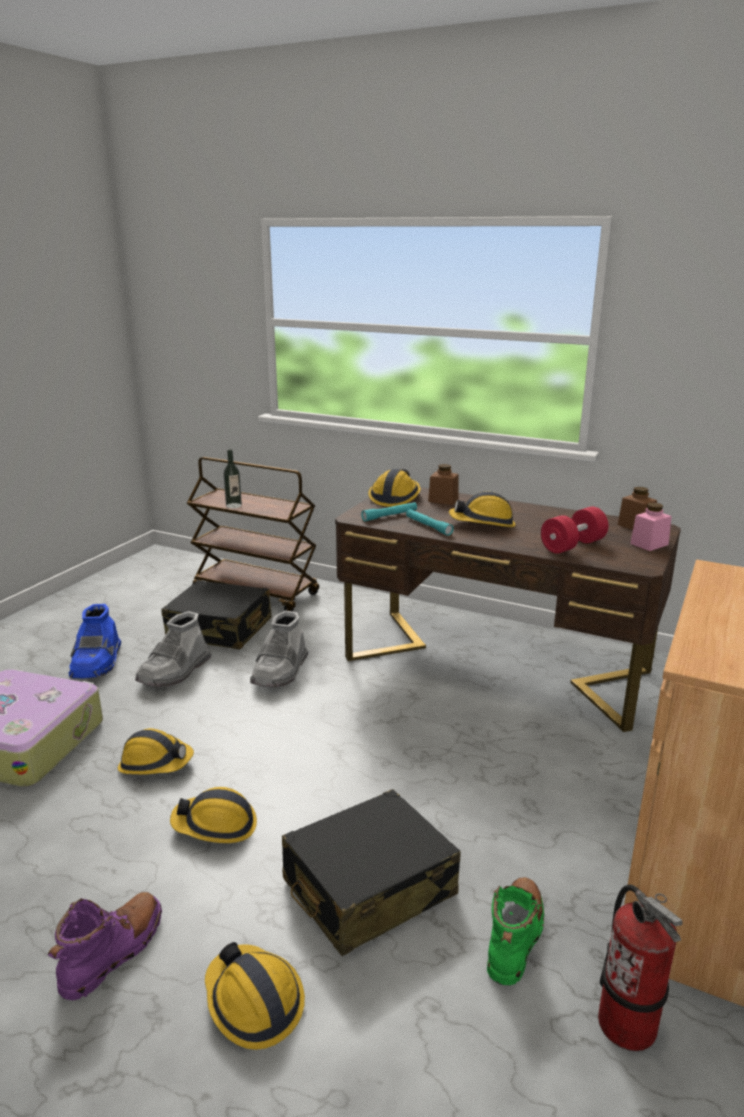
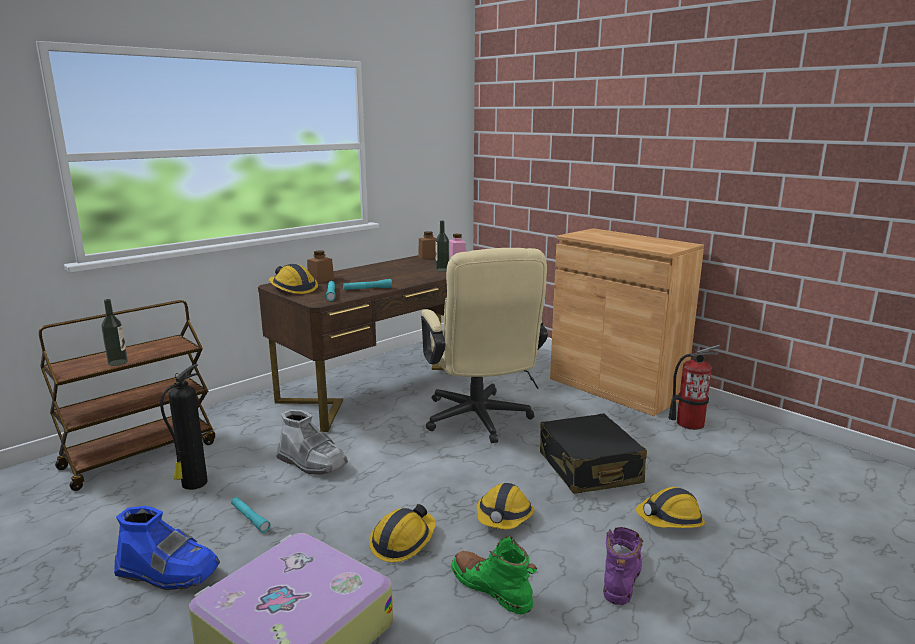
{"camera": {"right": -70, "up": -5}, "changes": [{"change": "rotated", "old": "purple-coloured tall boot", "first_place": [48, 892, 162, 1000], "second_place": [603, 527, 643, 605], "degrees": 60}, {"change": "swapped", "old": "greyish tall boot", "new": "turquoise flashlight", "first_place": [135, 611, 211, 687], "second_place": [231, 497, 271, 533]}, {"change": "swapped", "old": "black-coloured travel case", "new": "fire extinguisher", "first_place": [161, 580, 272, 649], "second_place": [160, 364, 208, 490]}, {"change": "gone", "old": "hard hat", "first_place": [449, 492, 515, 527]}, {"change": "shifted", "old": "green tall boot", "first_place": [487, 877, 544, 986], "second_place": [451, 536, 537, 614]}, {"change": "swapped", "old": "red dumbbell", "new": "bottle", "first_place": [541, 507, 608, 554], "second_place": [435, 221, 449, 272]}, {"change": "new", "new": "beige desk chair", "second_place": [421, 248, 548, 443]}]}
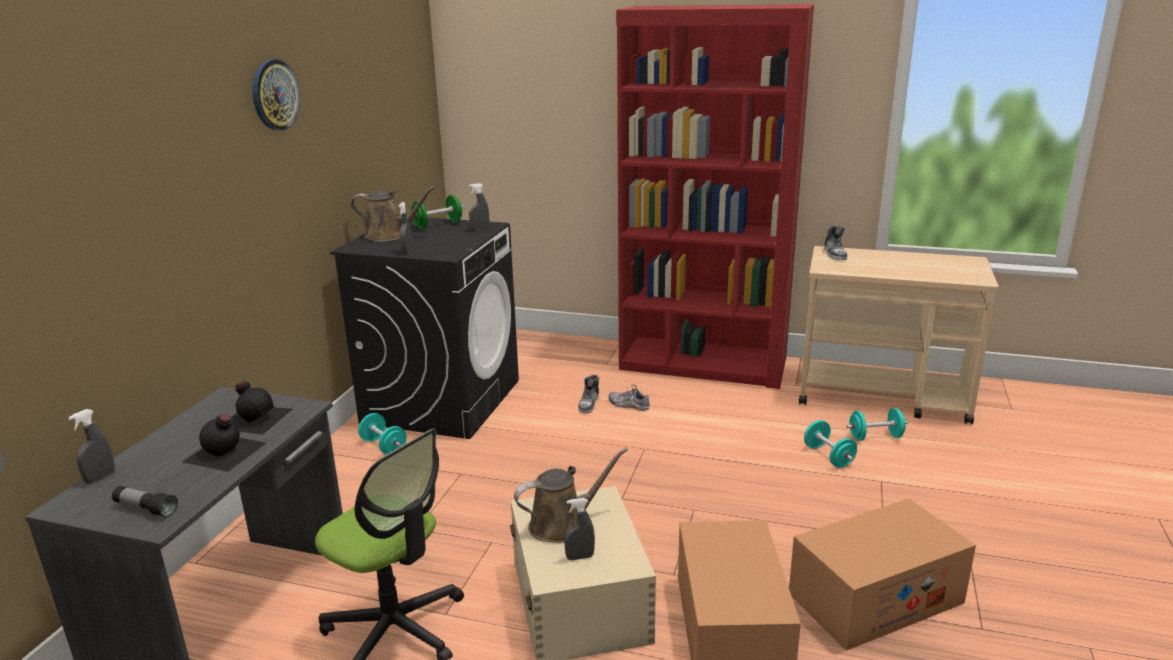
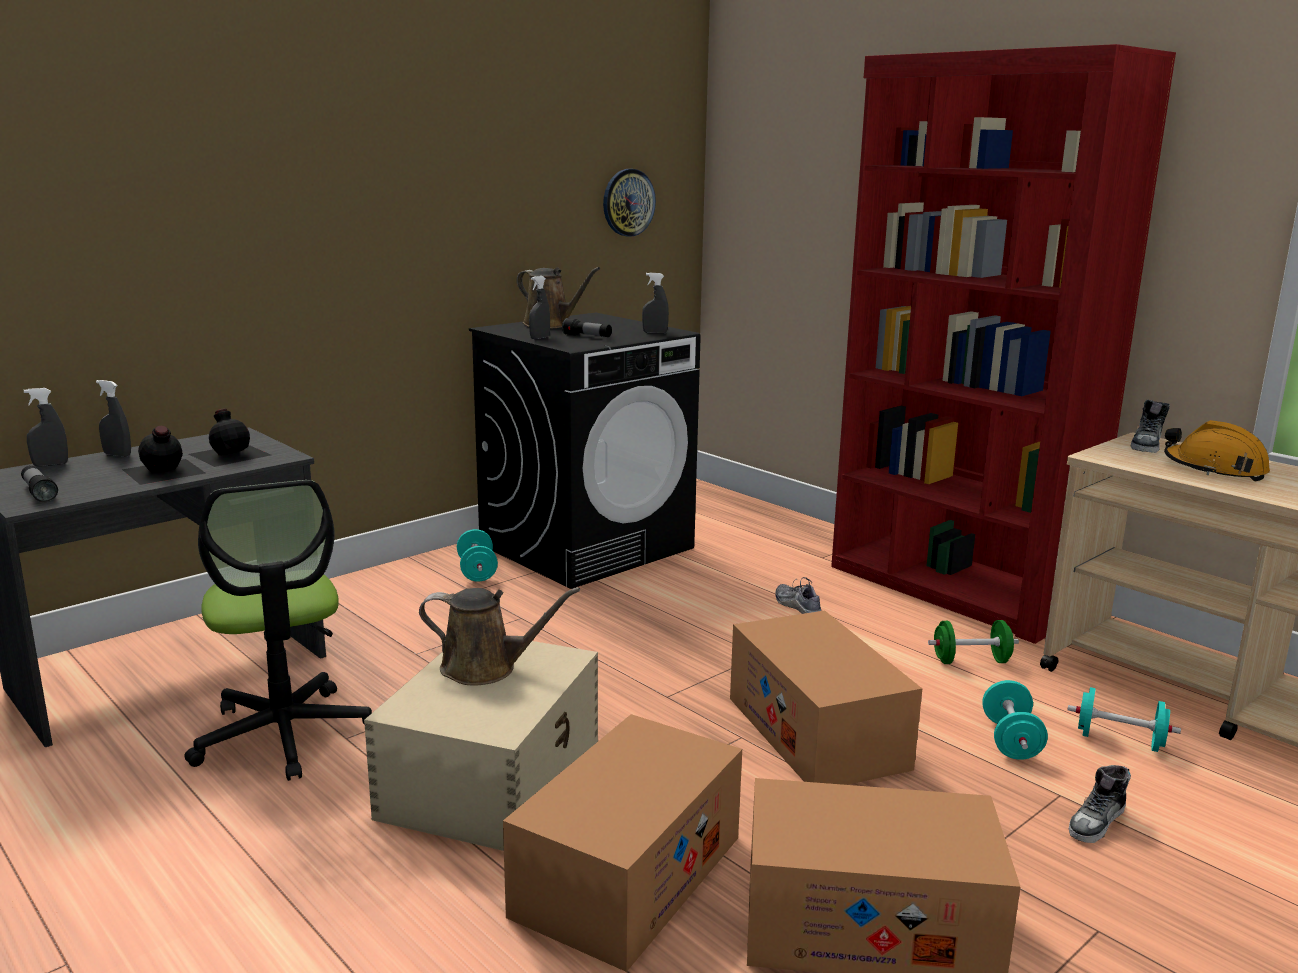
{"camera": {"right": 30, "up": -5}, "changes": [{"change": "shifted", "old": "wall clock", "first_place": [252, 59, 300, 131], "second_place": [603, 169, 656, 237]}, {"change": "shifted", "old": "green dumbbell", "first_place": [411, 195, 464, 229], "second_place": [928, 620, 1019, 664]}, {"change": "shifted", "old": "greyish hand sprayer", "first_place": [564, 498, 595, 560], "second_place": [96, 380, 131, 457]}, {"change": "shifted", "old": "shoe", "first_place": [578, 375, 599, 413], "second_place": [1069, 765, 1131, 843]}, {"change": "new", "new": "flashlight", "second_place": [562, 318, 612, 337]}, {"change": "new", "new": "packing box", "second_place": [730, 610, 922, 785]}, {"change": "new", "new": "orange hard hat", "second_place": [1164, 420, 1270, 481]}]}
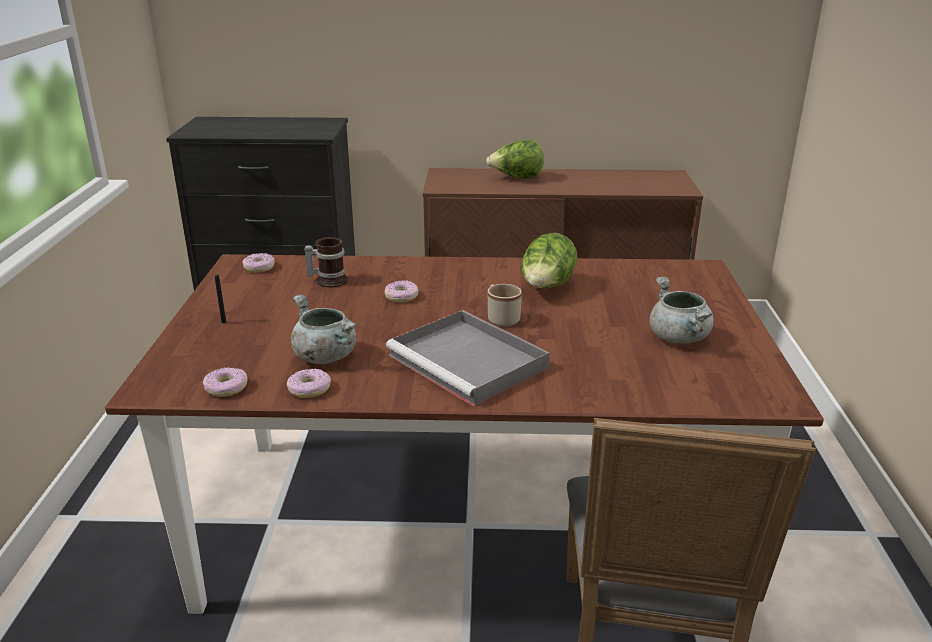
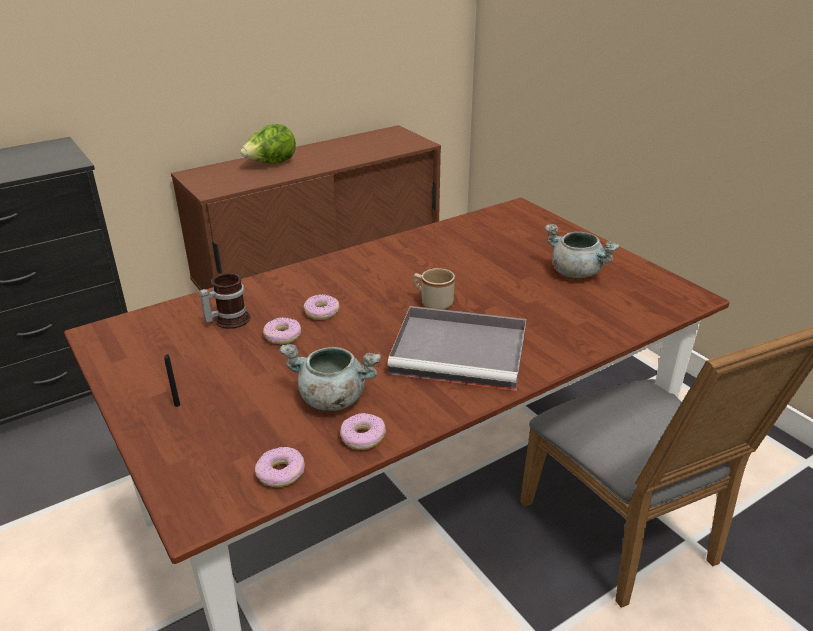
{"camera": {"right": -35, "up": 5}, "changes": [{"change": "shifted", "old": "donut", "first_place": [243, 253, 275, 273], "second_place": [263, 317, 301, 344]}, {"change": "gone", "old": "head of lettuce", "first_place": [521, 233, 578, 288]}]}
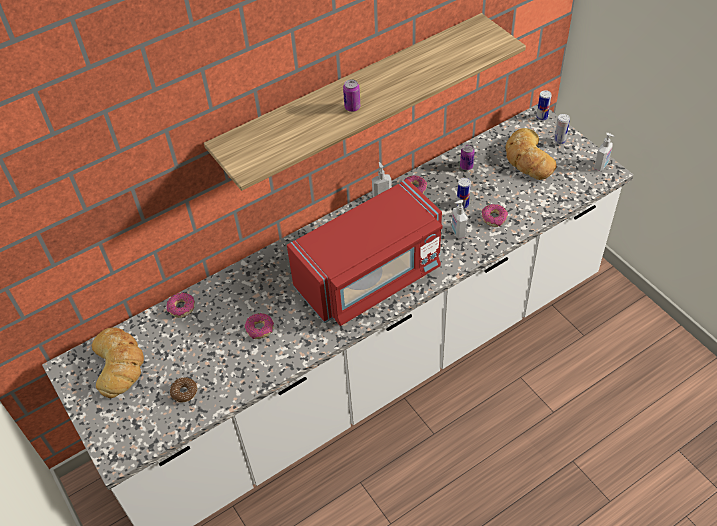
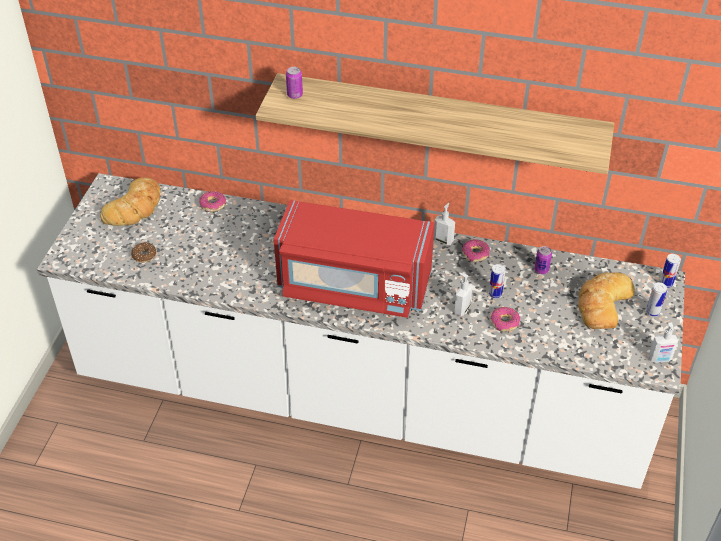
{"camera": {"right": 45, "up": -5}, "changes": [{"change": "gone", "old": "donut", "first_place": [245, 313, 274, 339]}, {"change": "shifted", "old": "metal can", "first_place": [343, 79, 360, 112], "second_place": [286, 67, 303, 99]}]}
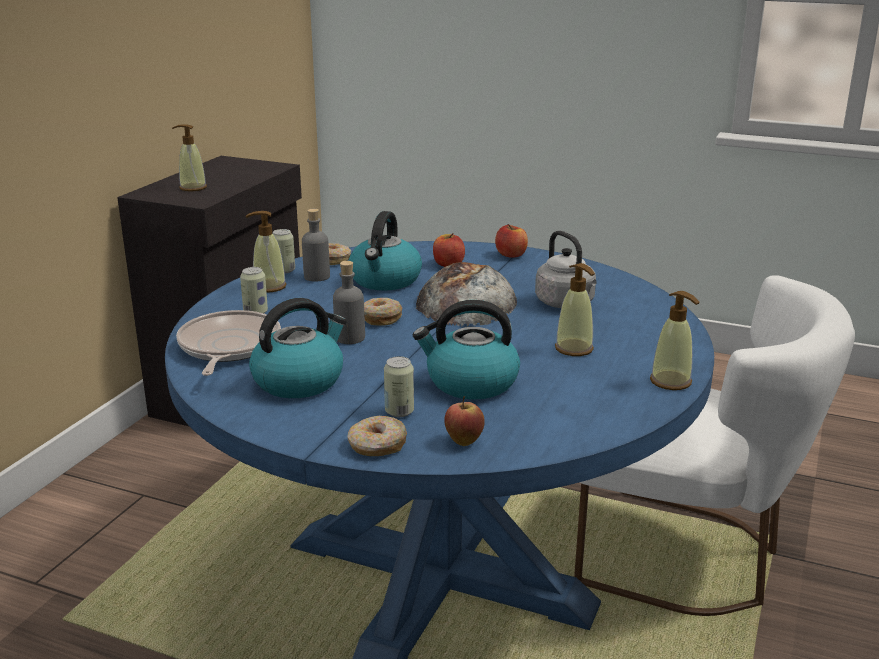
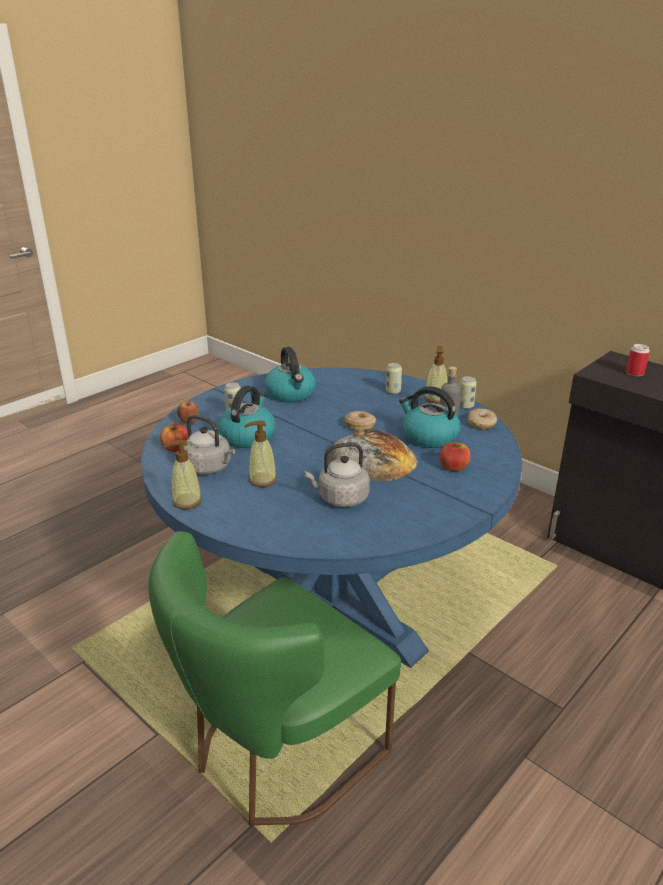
{"camera": {"right": 110, "up": 5}, "changes": [{"change": "swapped", "old": "soap dispenser", "new": "metal can", "first_place": [172, 124, 207, 192], "second_place": [626, 344, 650, 377]}, {"change": "gone", "old": "pan", "first_place": [176, 310, 281, 376]}, {"change": "gone", "old": "greyish bottle", "first_place": [333, 261, 365, 344]}, {"change": "gone", "old": "donut", "first_place": [347, 416, 407, 456]}, {"change": "shifted", "old": "apple fruit", "first_place": [495, 224, 528, 258], "second_place": [160, 422, 188, 452]}, {"change": "repainted", "old": "white-coloured plain chair", "new": "green plain chair", "first_place": [574, 275, 855, 616], "second_place": [148, 531, 401, 826]}, {"change": "new", "new": "greyish water kettle", "second_place": [184, 415, 235, 474]}]}
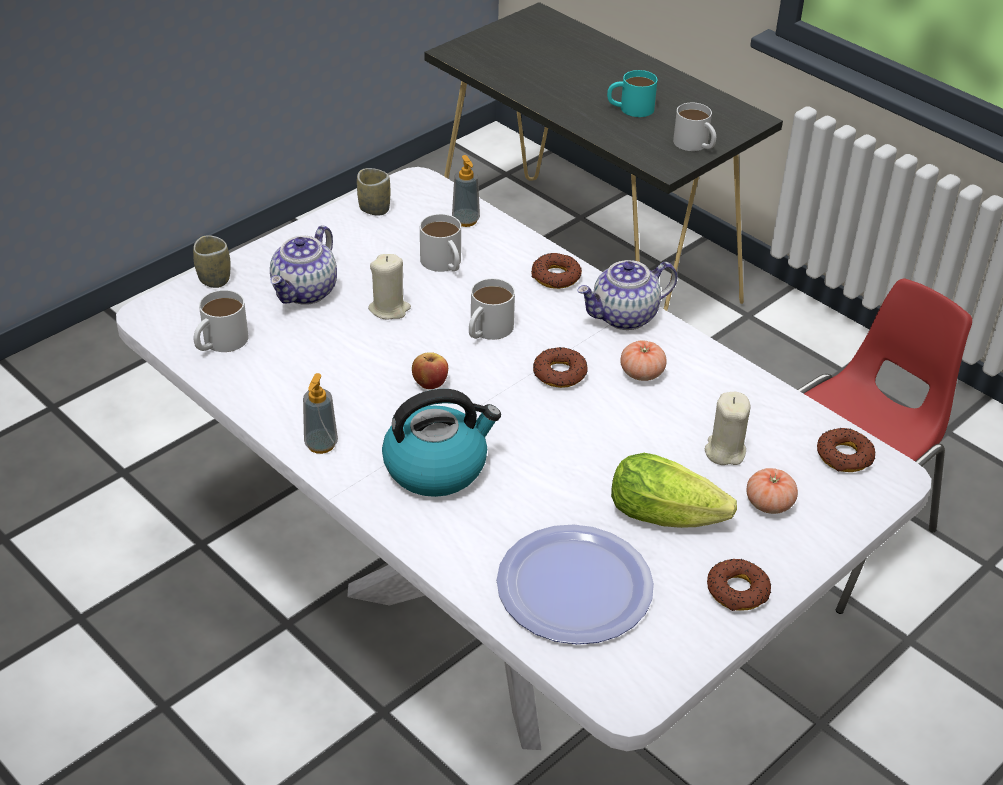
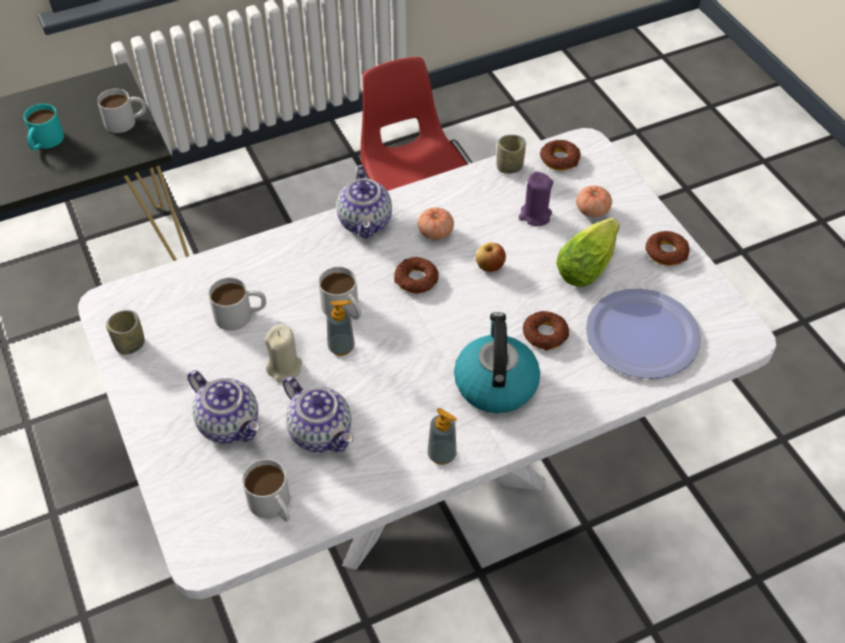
{"camera": {"right": -70, "up": 10}, "changes": [{"change": "shifted", "old": "cup", "first_place": [193, 235, 231, 288], "second_place": [497, 135, 526, 174]}, {"change": "shifted", "old": "apple fruit", "first_place": [412, 352, 448, 389], "second_place": [475, 243, 506, 272]}, {"change": "shifted", "old": "soap dispenser", "first_place": [452, 155, 480, 227], "second_place": [327, 300, 355, 356]}, {"change": "shifted", "old": "donut", "first_place": [531, 253, 582, 289], "second_place": [523, 311, 570, 351]}, {"change": "repainted", "old": "beige candle", "new": "purple-coloured candle", "first_place": [705, 392, 750, 465], "second_place": [519, 172, 553, 226]}, {"change": "new", "new": "teapot", "second_place": [283, 376, 354, 452]}]}
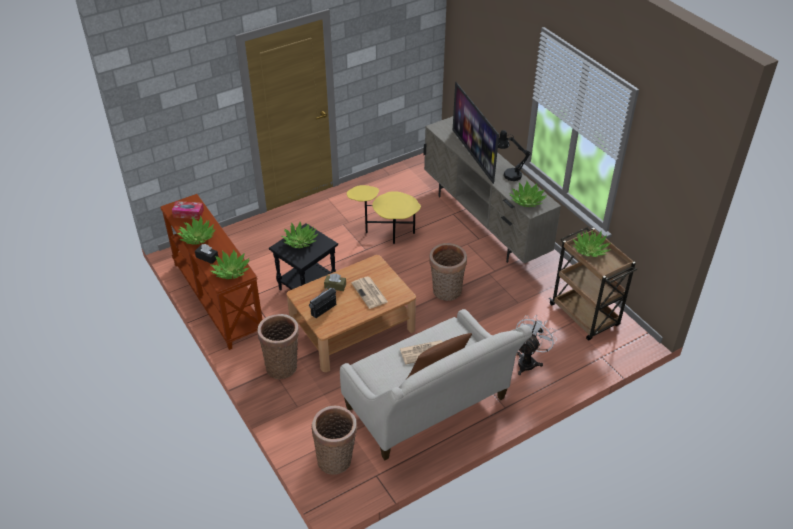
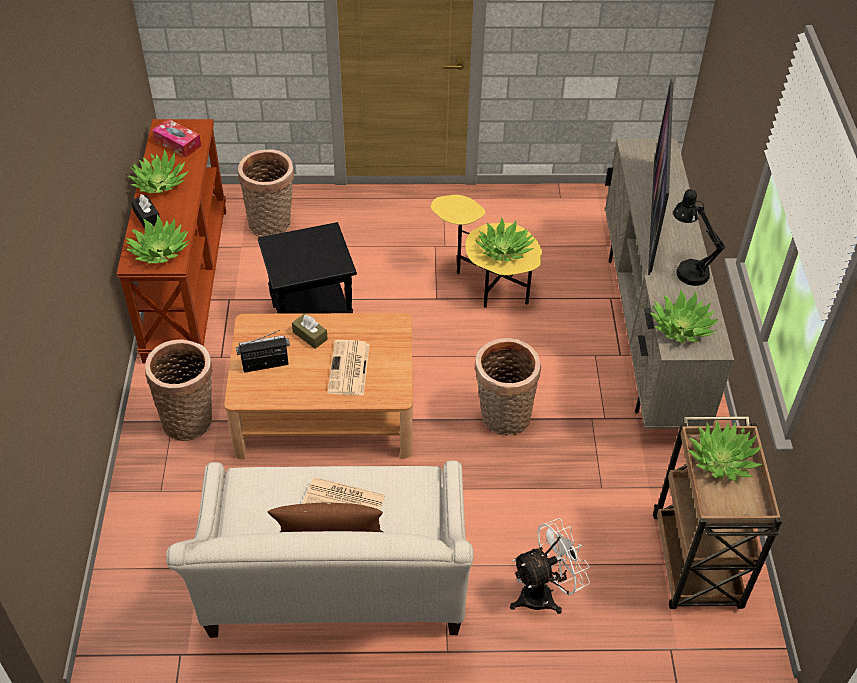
{"camera": {"right": 30, "up": 5}, "changes": [{"change": "shifted", "old": "plant in a pot", "first_place": [282, 222, 319, 248], "second_place": [475, 217, 535, 261]}, {"change": "shifted", "old": "storage basket", "first_place": [311, 406, 357, 475], "second_place": [238, 149, 294, 237]}]}
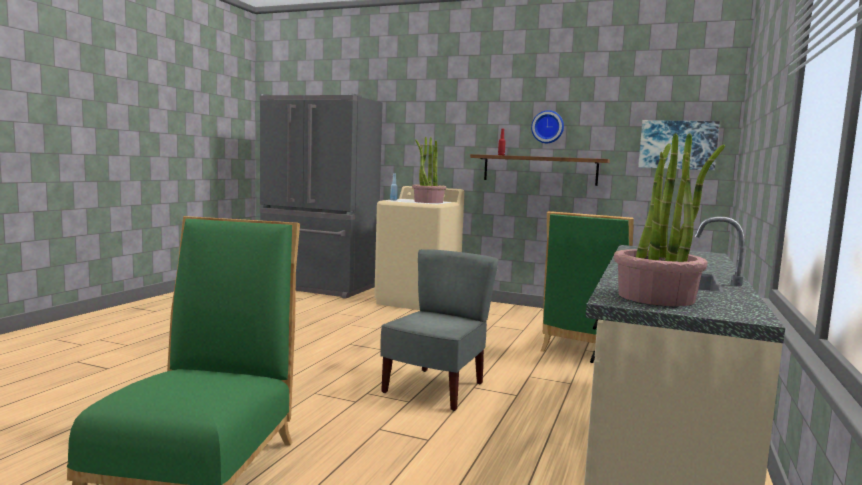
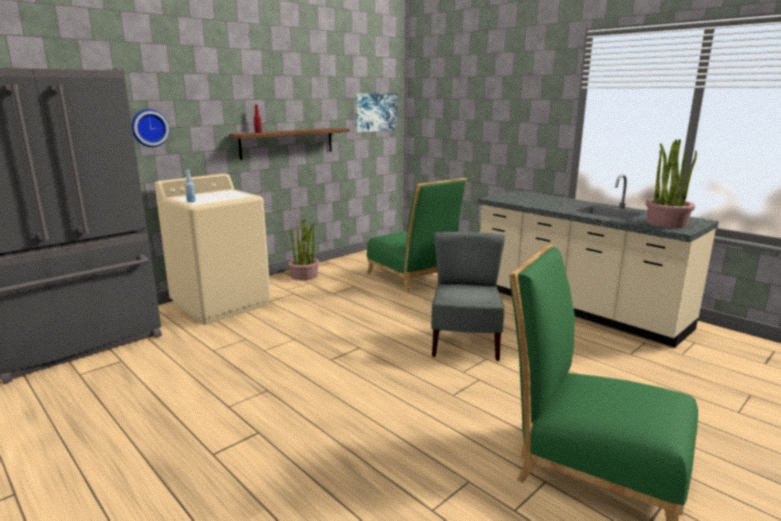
{"camera": {"right": -65, "up": 10}, "changes": [{"change": "rotated", "old": "greyish plain chair", "first_place": [380, 249, 498, 411], "second_place": [431, 232, 505, 361], "degrees": 45}, {"change": "shifted", "old": "plant in a pot", "first_place": [412, 137, 446, 203], "second_place": [288, 220, 319, 280]}, {"change": "shifted", "old": "wall clock", "first_place": [531, 110, 564, 143], "second_place": [132, 109, 170, 147]}]}
